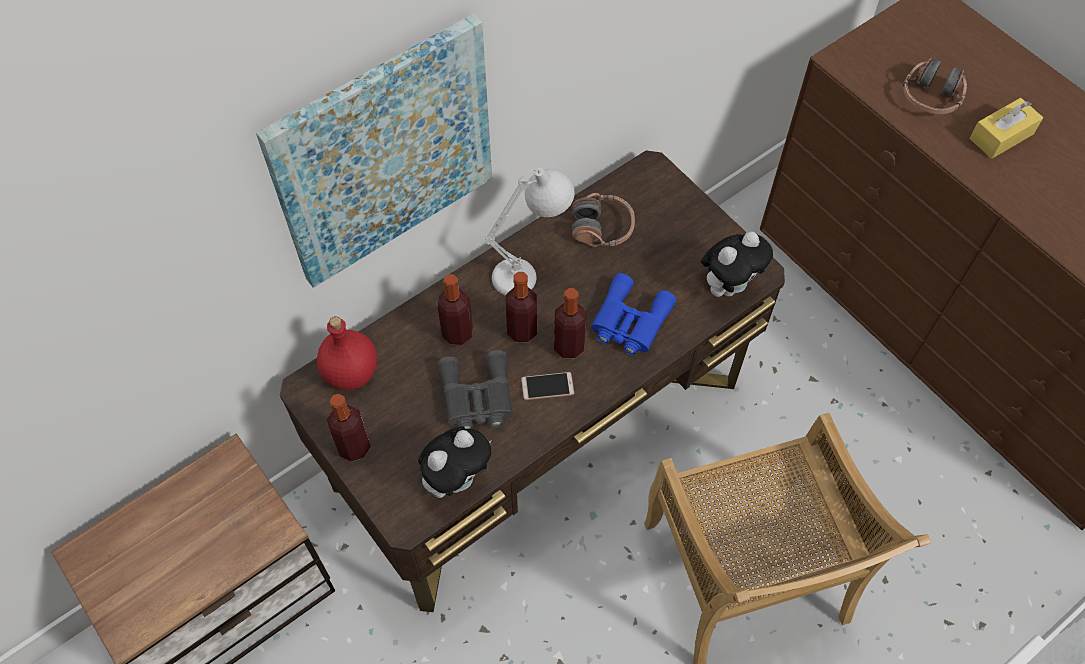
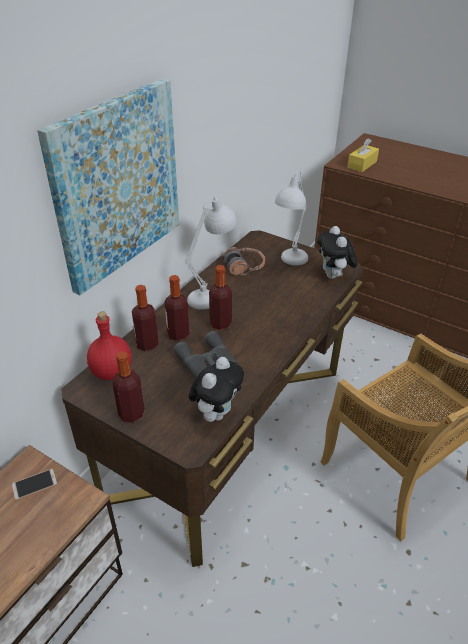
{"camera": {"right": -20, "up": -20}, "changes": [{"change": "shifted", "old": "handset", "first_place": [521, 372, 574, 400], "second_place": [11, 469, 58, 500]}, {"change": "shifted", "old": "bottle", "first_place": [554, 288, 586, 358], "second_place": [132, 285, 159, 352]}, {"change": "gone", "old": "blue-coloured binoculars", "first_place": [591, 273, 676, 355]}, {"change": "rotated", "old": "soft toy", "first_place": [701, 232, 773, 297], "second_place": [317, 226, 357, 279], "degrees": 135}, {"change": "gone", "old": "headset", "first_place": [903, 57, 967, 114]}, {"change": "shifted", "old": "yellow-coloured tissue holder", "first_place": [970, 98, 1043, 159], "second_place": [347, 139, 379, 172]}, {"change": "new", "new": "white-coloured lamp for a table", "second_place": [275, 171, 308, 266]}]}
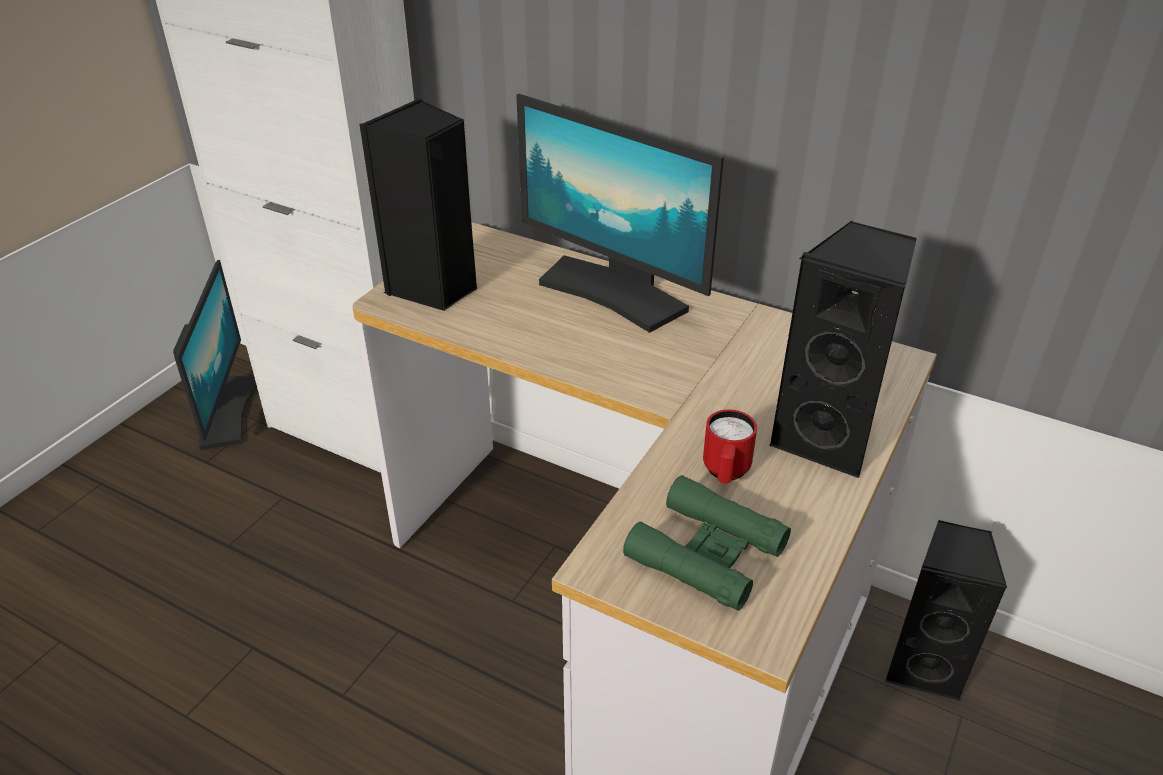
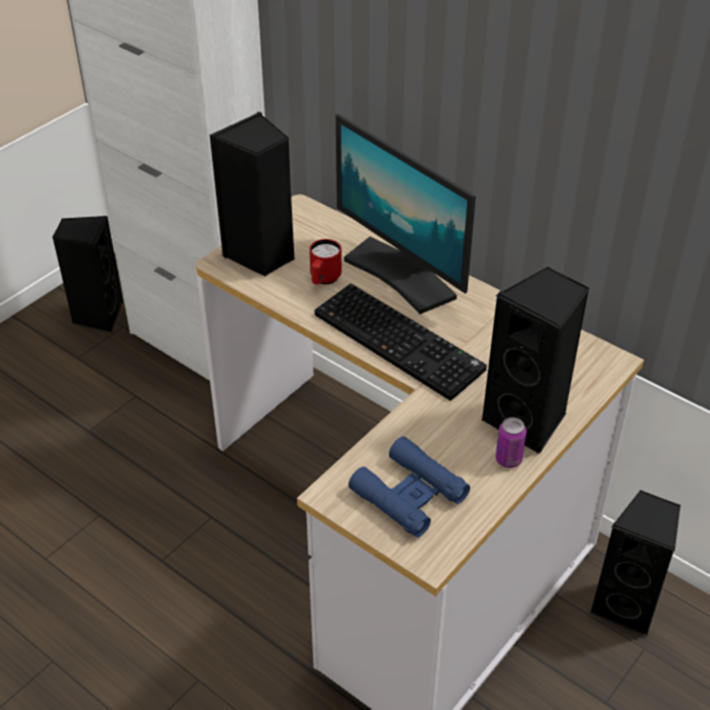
{"camera": {"right": 10, "up": 5}, "changes": [{"change": "swapped", "old": "monitor", "new": "black-coloured audio speaker", "first_place": [173, 260, 257, 450], "second_place": [52, 216, 123, 332]}, {"change": "repainted", "old": "green binoculars", "new": "blue-coloured binoculars", "first_place": [623, 475, 791, 611], "second_place": [349, 436, 470, 537]}, {"change": "shifted", "old": "red mug", "first_place": [703, 409, 757, 484], "second_place": [310, 239, 342, 285]}, {"change": "new", "new": "PC keyboard", "second_place": [314, 284, 487, 401]}, {"change": "new", "new": "metal can", "second_place": [496, 417, 527, 468]}]}
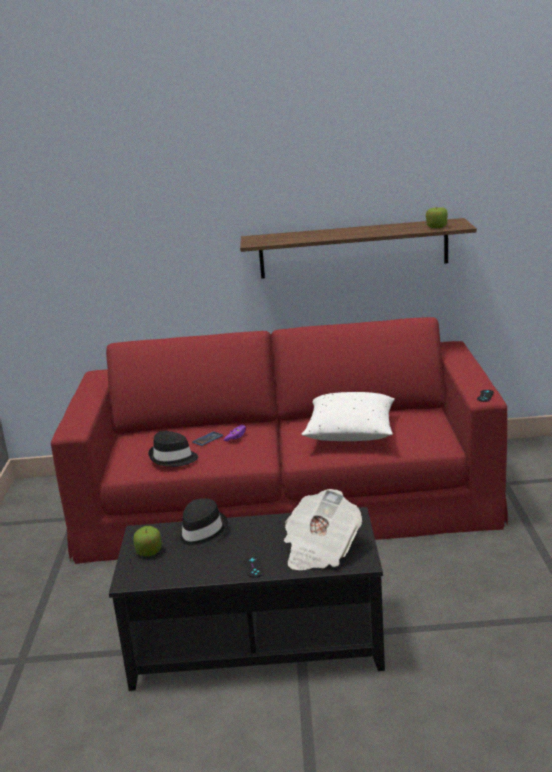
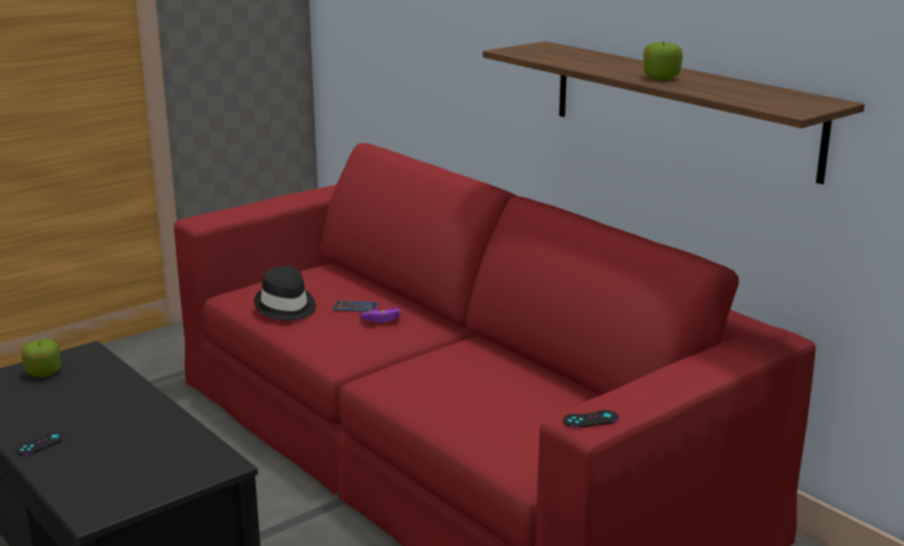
{"camera": {"right": 50, "up": 0}, "changes": [{"change": "gone", "old": "black-coloured hat", "first_place": [175, 498, 228, 550]}, {"change": "gone", "old": "newspaper", "first_place": [284, 489, 362, 570]}, {"change": "gone", "old": "white-coloured cushion", "first_place": [302, 392, 395, 441]}, {"change": "shifted", "old": "apple fruit", "first_place": [426, 207, 448, 228], "second_place": [643, 41, 683, 80]}]}
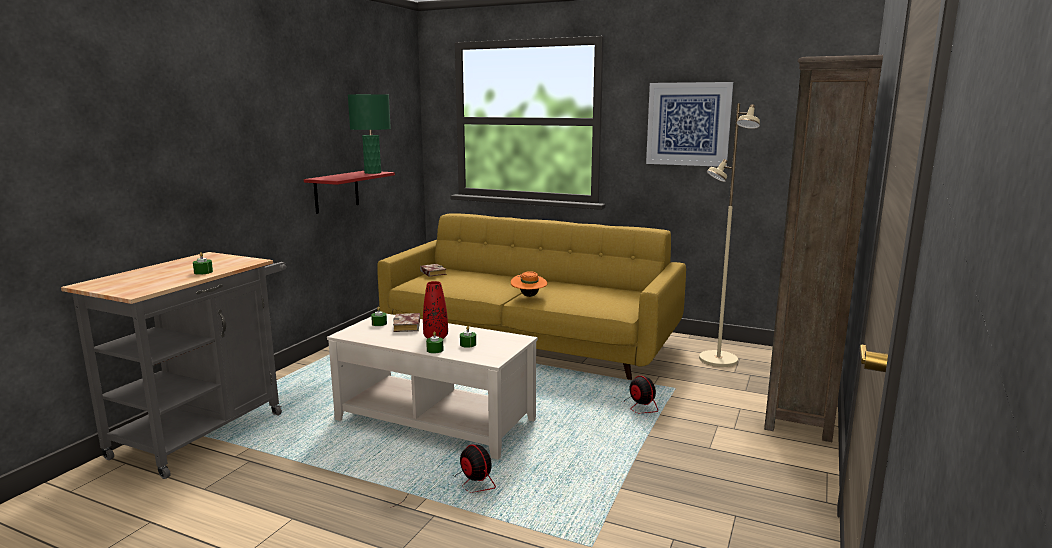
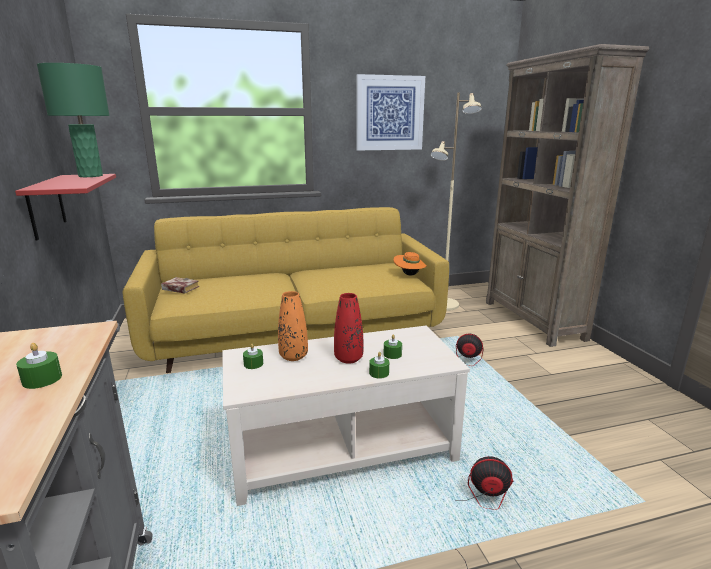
{"camera": {"right": -40, "up": 5}, "changes": [{"change": "swapped", "old": "book", "new": "orange decorative vase", "first_place": [393, 313, 420, 332], "second_place": [278, 291, 308, 361]}, {"change": "shifted", "old": "orange hat", "first_place": [511, 271, 547, 297], "second_place": [393, 252, 427, 275]}]}
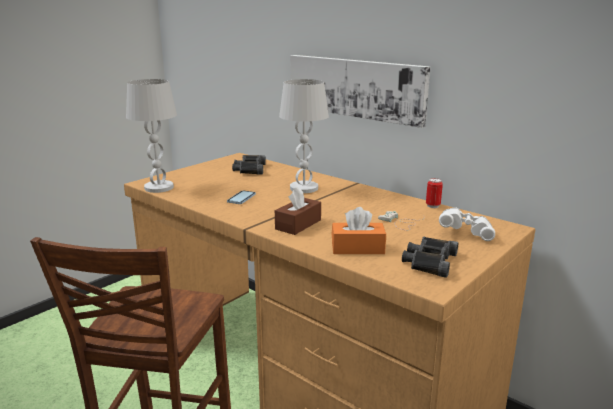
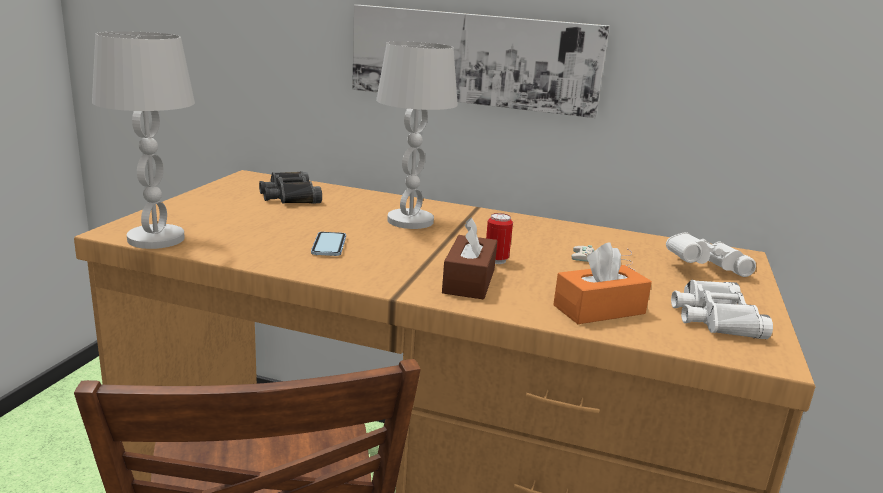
{"camera": {"right": -25, "up": 0}, "changes": [{"change": "repainted", "old": "black-coloured binoculars", "new": "white-coloured binoculars", "first_place": [402, 236, 458, 278], "second_place": [671, 280, 773, 339]}, {"change": "shifted", "old": "metal can", "first_place": [426, 178, 443, 208], "second_place": [486, 213, 513, 264]}]}
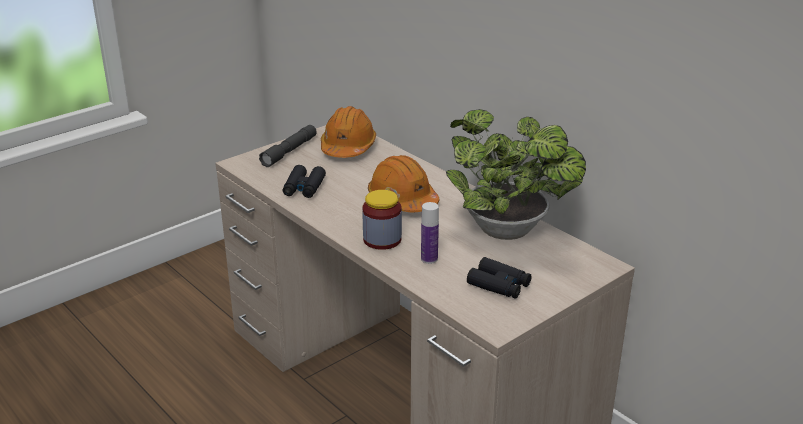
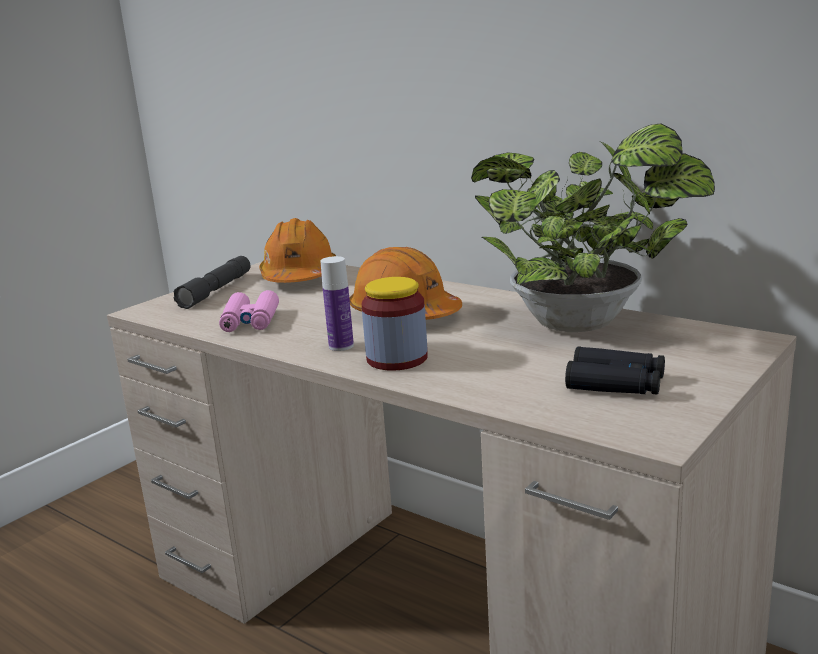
{"camera": {"right": -10, "up": -10}, "changes": [{"change": "repainted", "old": "black-coloured binoculars", "new": "pink-coloured binoculars", "first_place": [283, 165, 326, 198], "second_place": [219, 290, 279, 332]}, {"change": "shifted", "old": "bottle", "first_place": [421, 202, 439, 264], "second_place": [320, 256, 354, 351]}]}
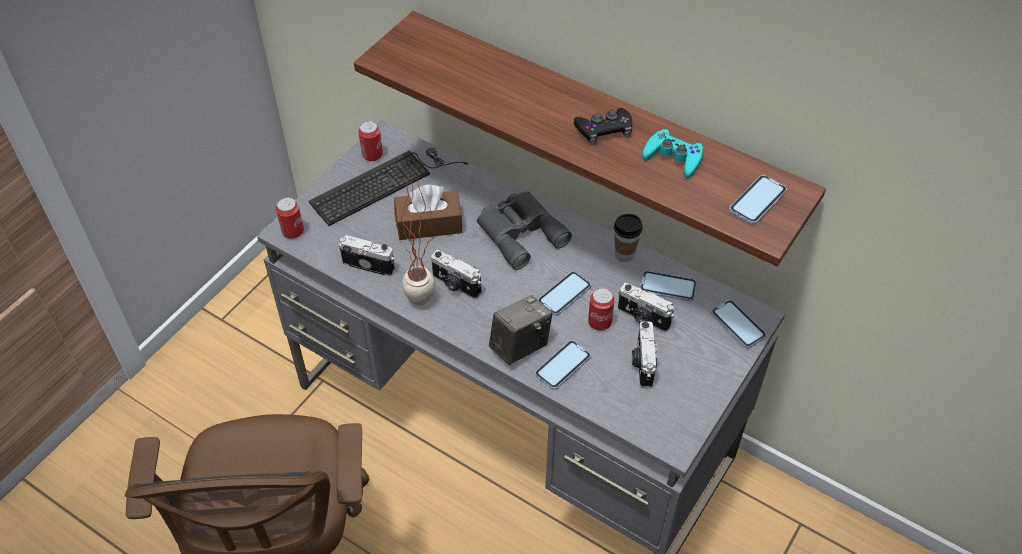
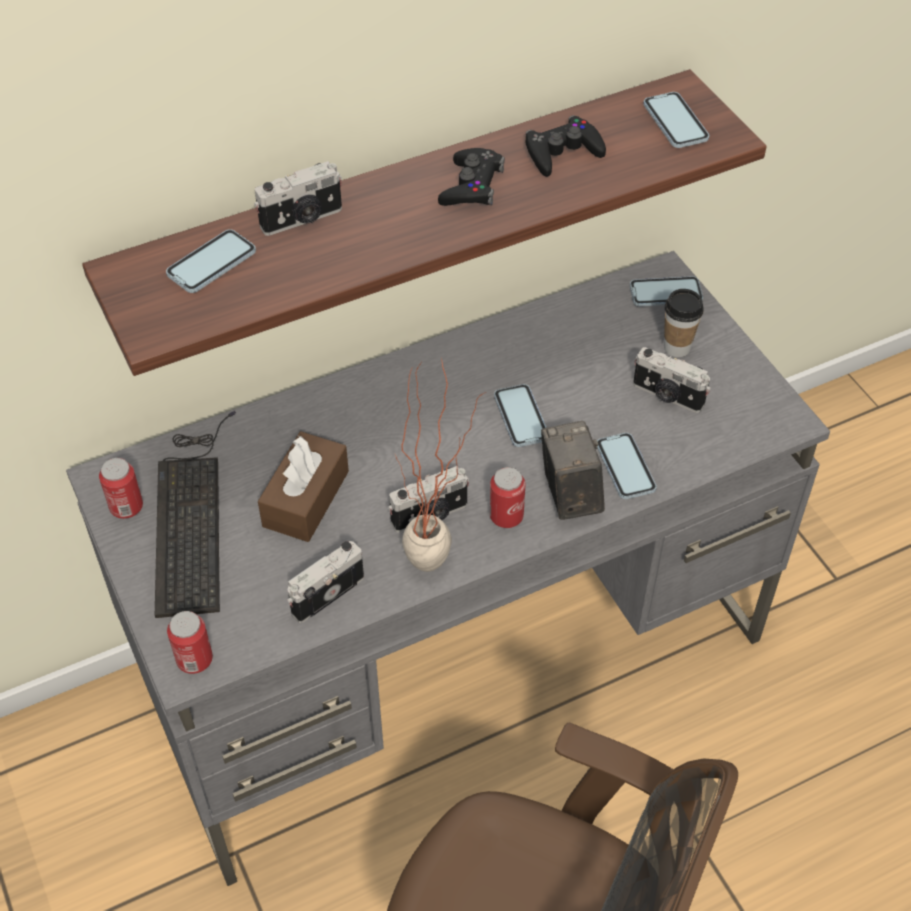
{"camera": {"right": -60, "up": 0}, "changes": [{"change": "gone", "old": "greyish binoculars", "first_place": [477, 191, 572, 270]}, {"change": "shifted", "old": "metal can", "first_place": [588, 288, 615, 331], "second_place": [490, 467, 526, 528]}, {"change": "shifted", "old": "cup", "first_place": [614, 214, 643, 262], "second_place": [664, 289, 704, 357]}, {"change": "shifted", "old": "photo camera", "first_place": [618, 283, 674, 332], "second_place": [254, 161, 342, 236]}, {"change": "shifted", "old": "handset", "first_place": [640, 271, 697, 301], "second_place": [166, 229, 256, 293]}, {"change": "repainted", "old": "turquoise joypad", "new": "black-coloured joypad", "first_place": [642, 129, 703, 179], "second_place": [526, 115, 606, 177]}]}
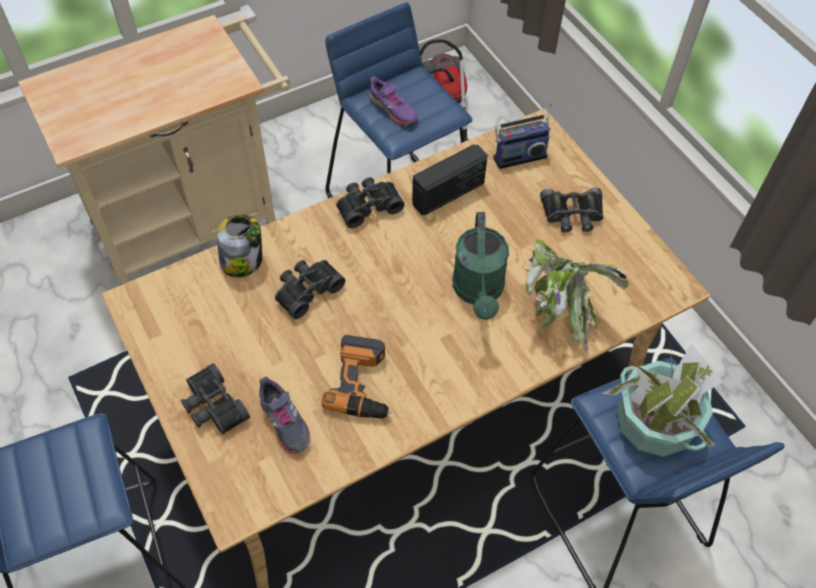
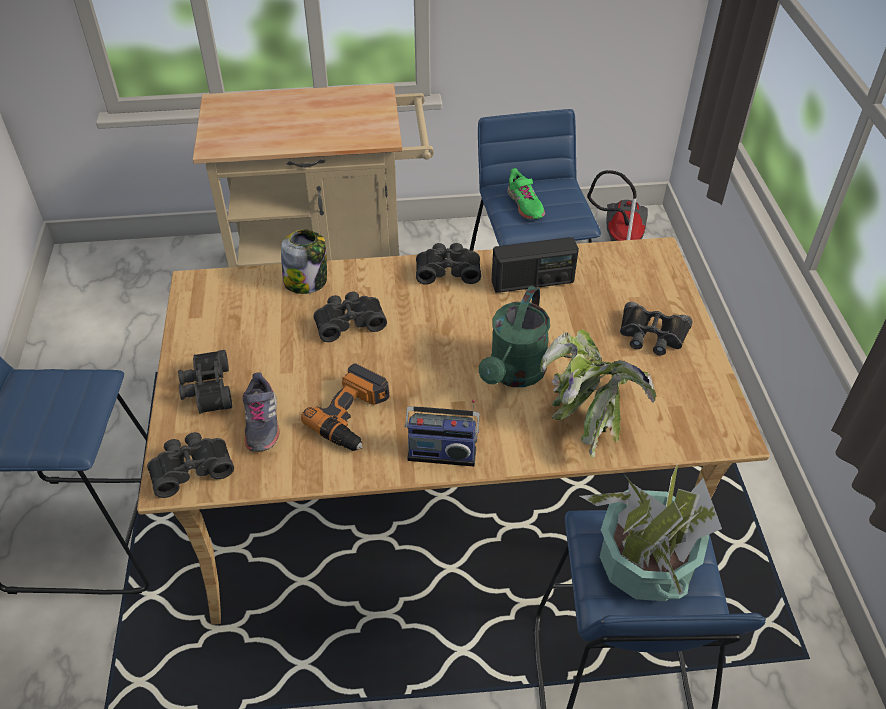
{"camera": {"right": 25, "up": -10}, "changes": [{"change": "repainted", "old": "purple-coloured shoe", "new": "green shoe", "first_place": [370, 76, 418, 125], "second_place": [507, 168, 545, 220]}, {"change": "shifted", "old": "radio set", "first_place": [493, 103, 552, 169], "second_place": [405, 399, 480, 466]}, {"change": "new", "new": "black-coloured binoculars", "second_place": [147, 432, 234, 498]}]}
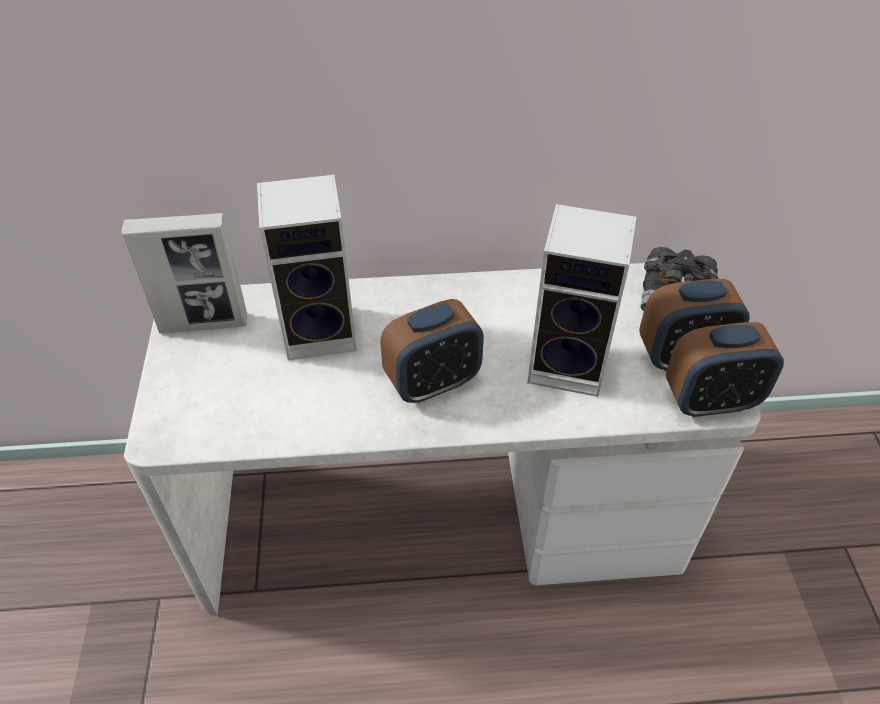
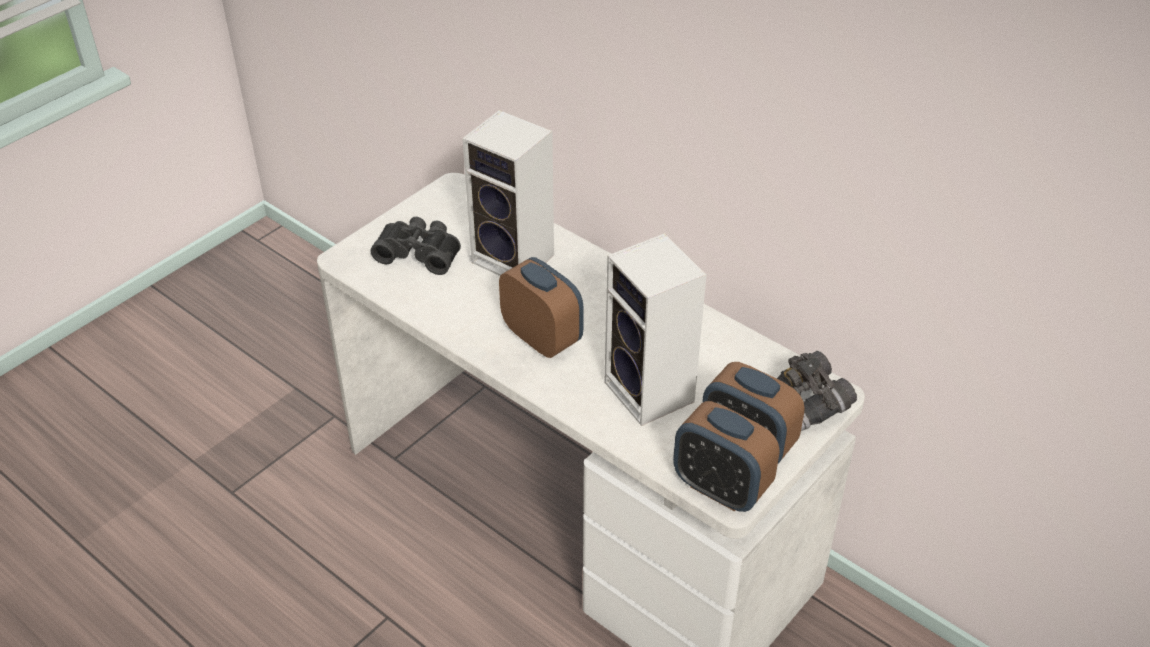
{"camera": {"right": 45, "up": -5}, "changes": [{"change": "gone", "old": "picture frame", "first_place": [121, 213, 247, 334]}, {"change": "rotated", "old": "table clock", "first_place": [380, 299, 484, 403], "second_place": [499, 257, 584, 358], "degrees": -150}, {"change": "new", "new": "black-coloured binoculars", "second_place": [370, 217, 461, 275]}]}
